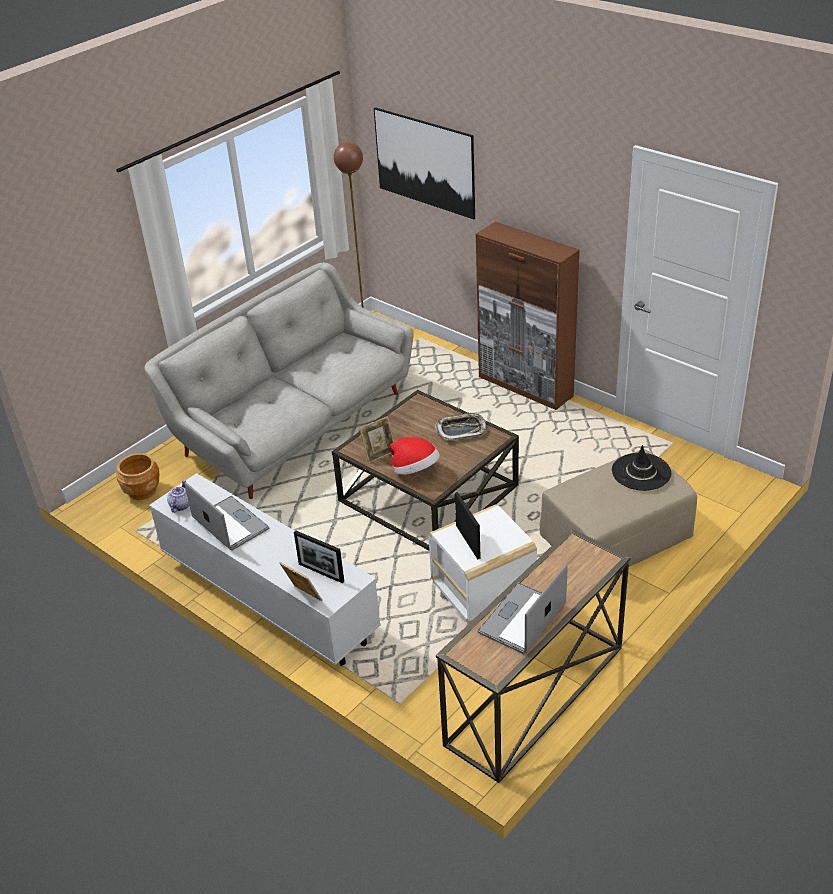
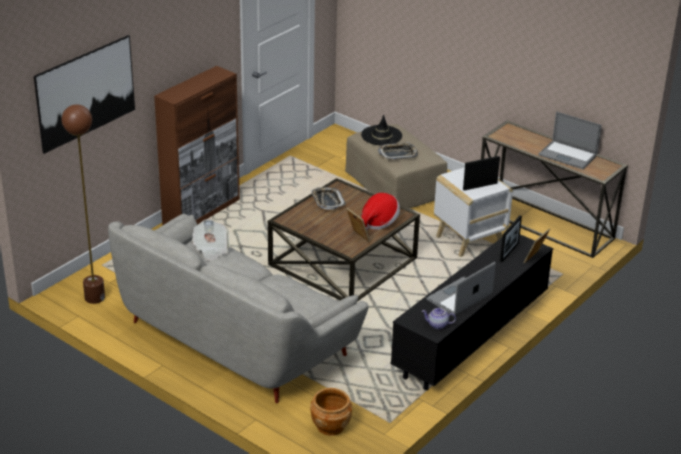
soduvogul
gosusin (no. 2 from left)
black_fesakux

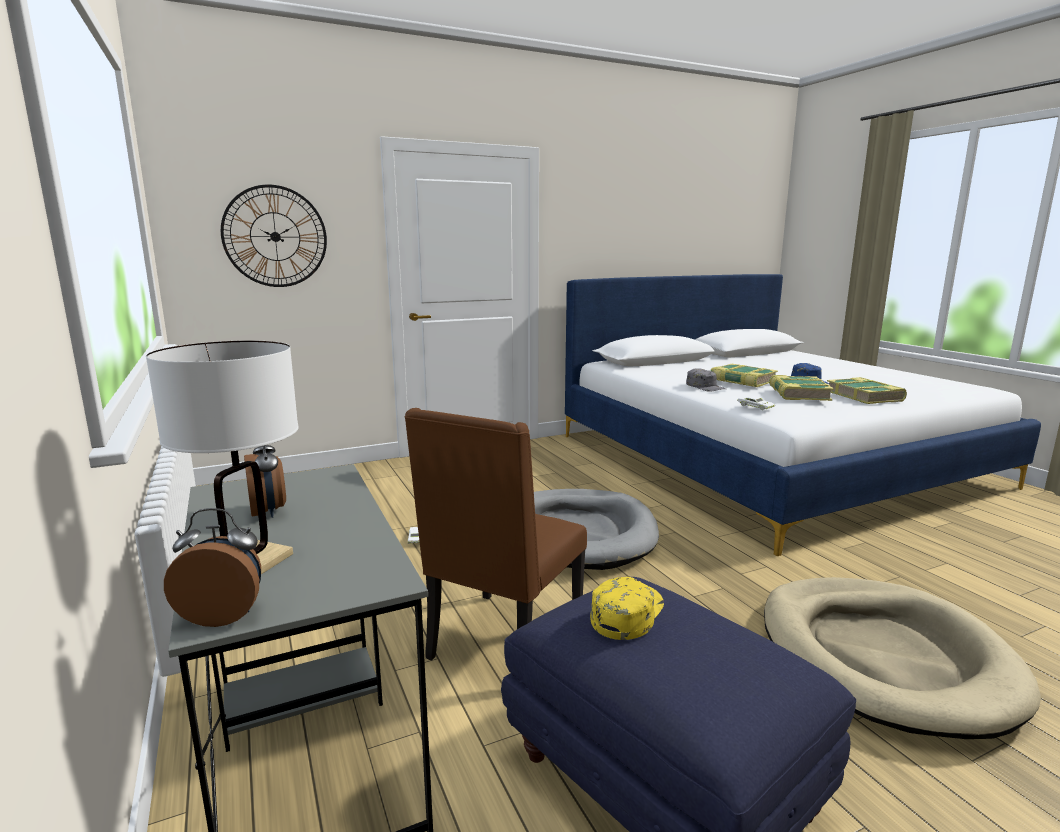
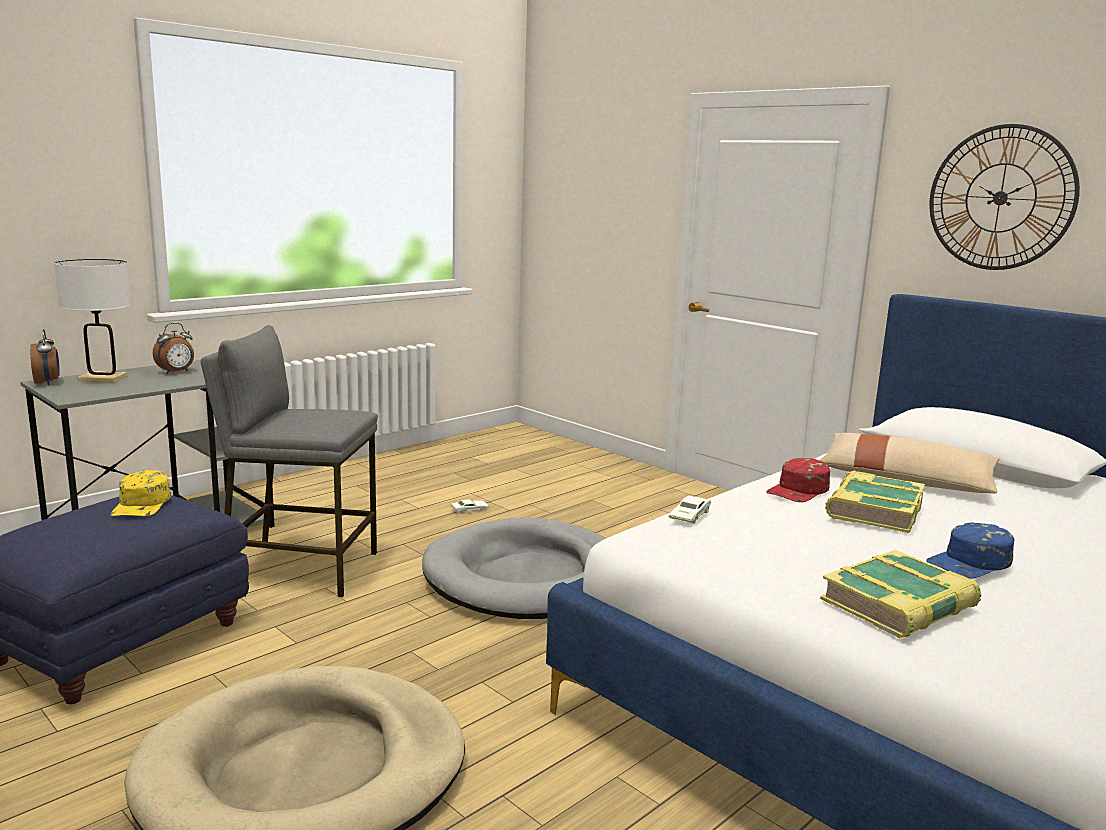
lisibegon (no. 2 from left in the first image)
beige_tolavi
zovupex
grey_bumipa
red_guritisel
yellow_guritisel

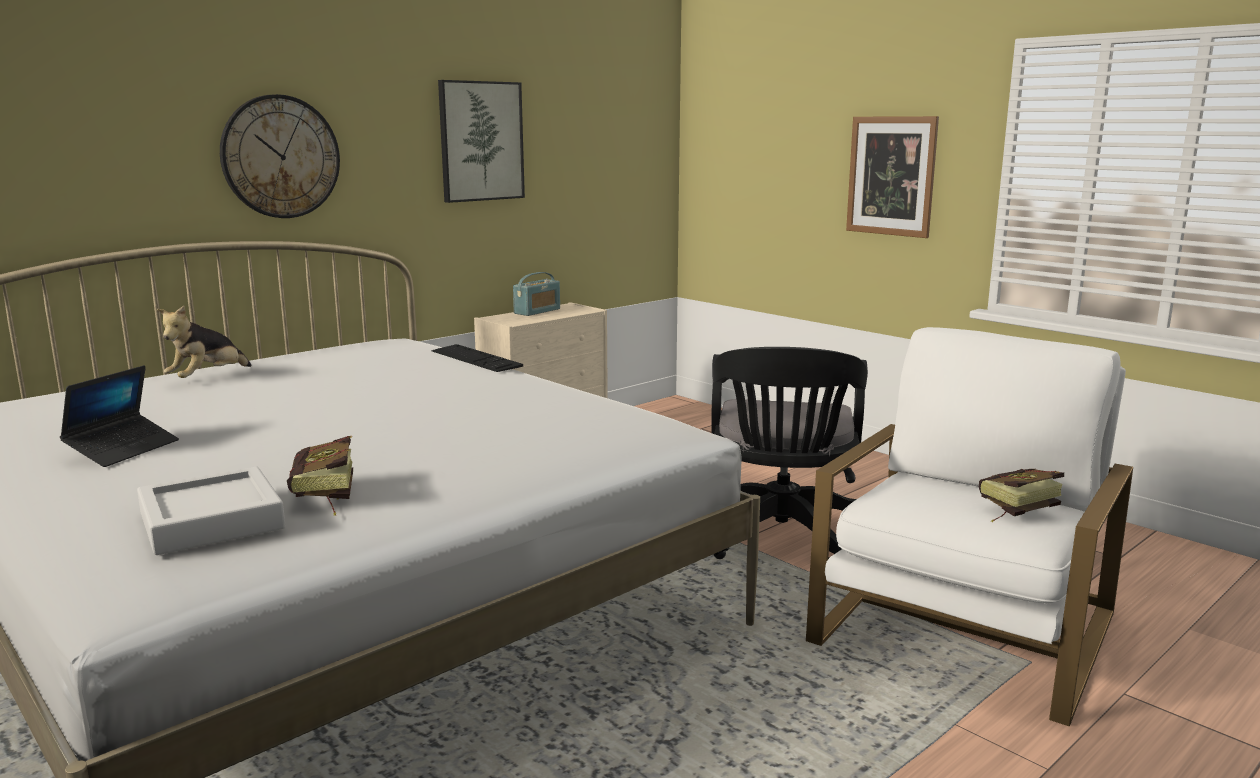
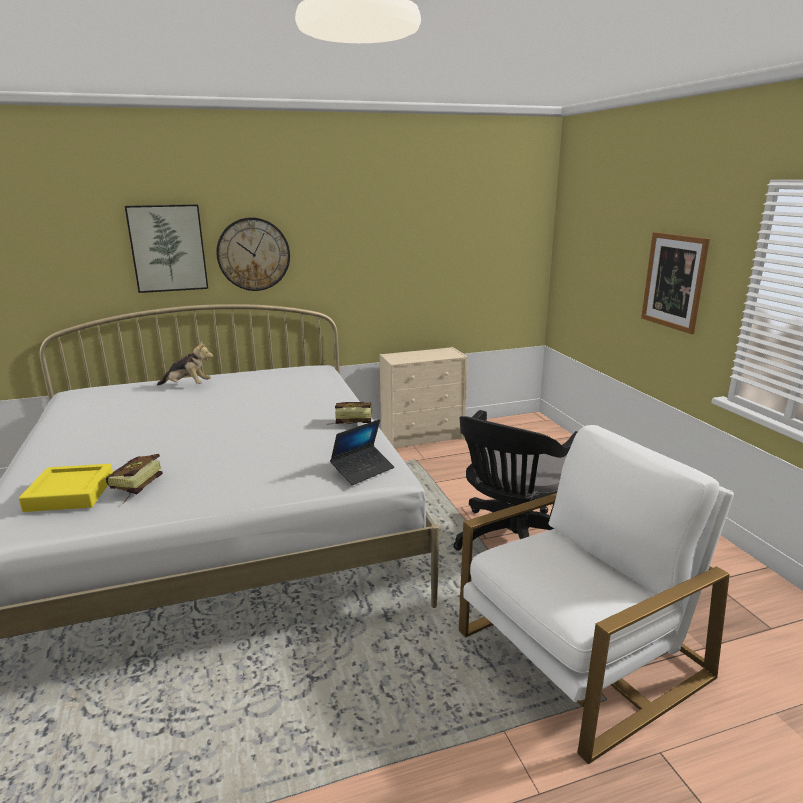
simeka
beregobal
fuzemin
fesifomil (no. 1 from left)
lisibegon (no. 2 from left)
yellow_gosusin
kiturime

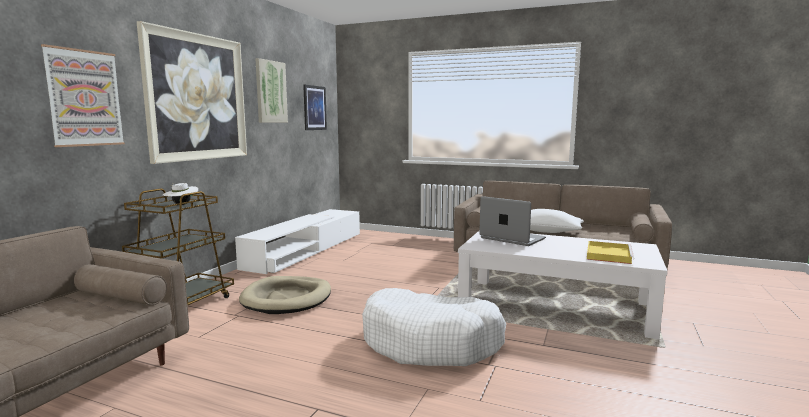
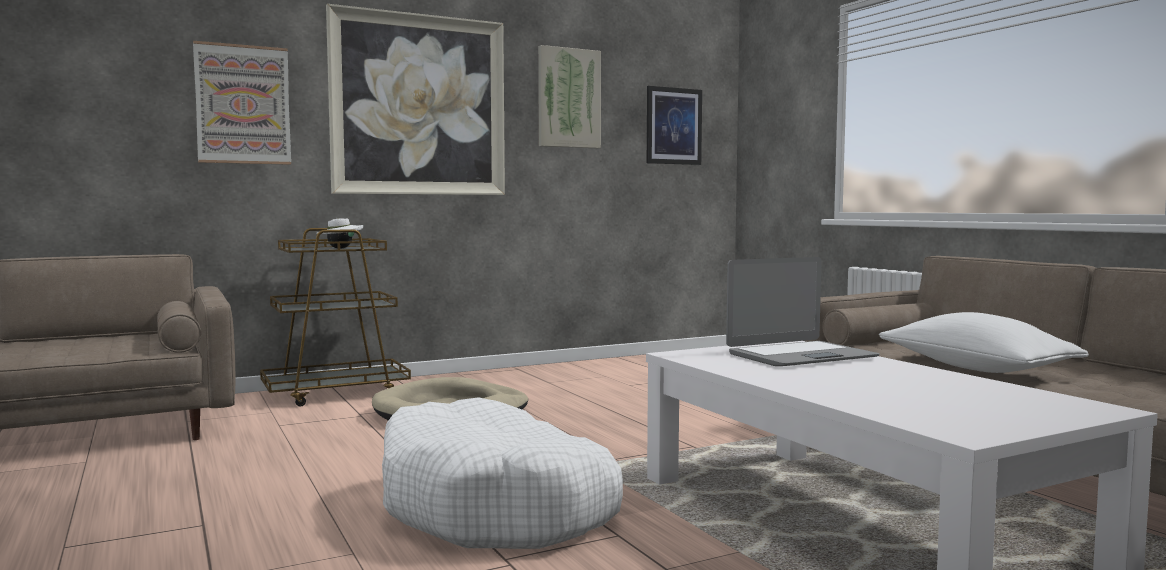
white_fesakux
yellow_gosusin
fuzemin

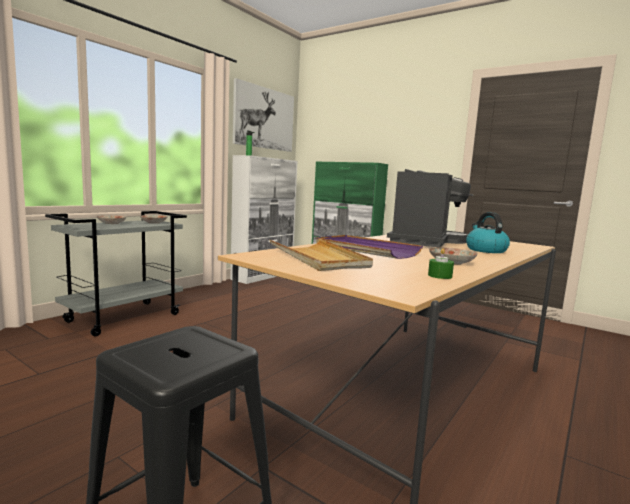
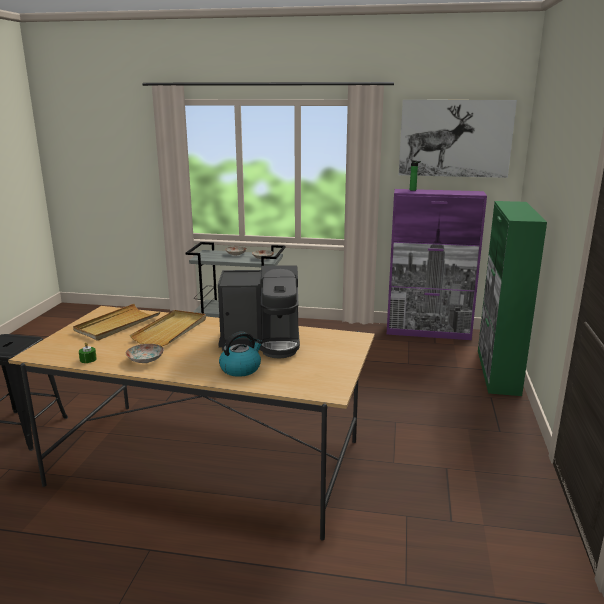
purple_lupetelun
beige_gosusin (no. 2 from left)

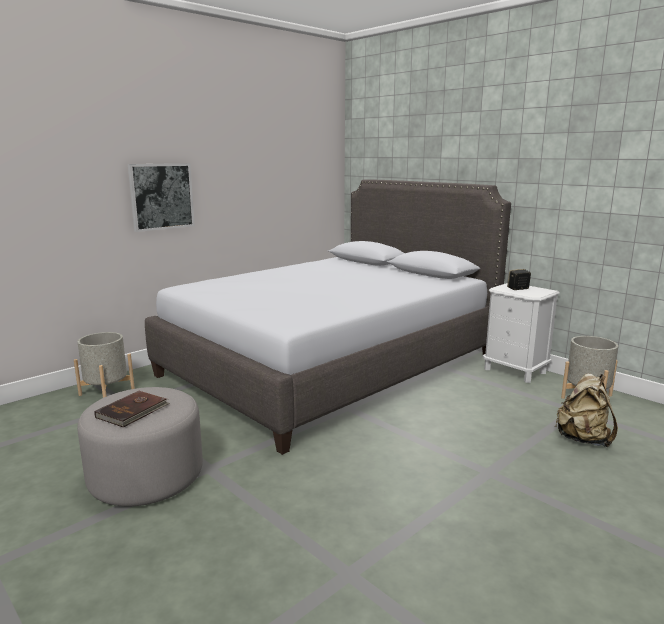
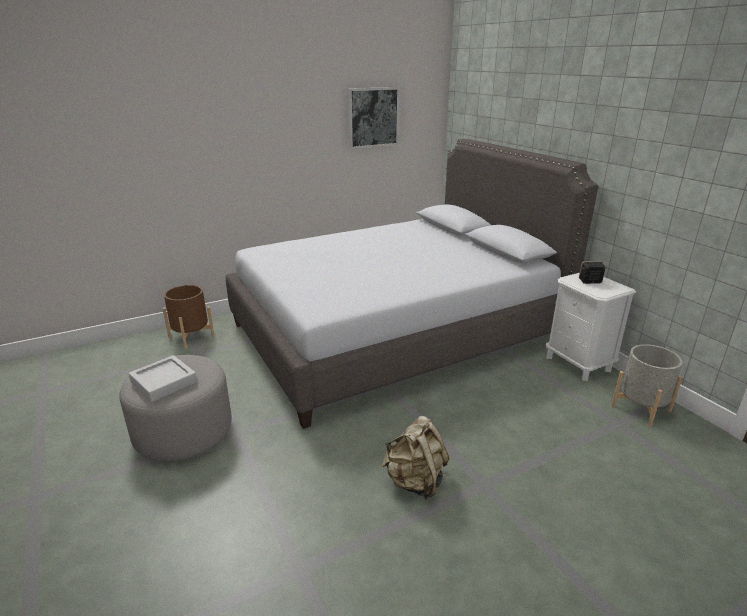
fesifomil
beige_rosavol
grey_gosusin
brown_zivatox

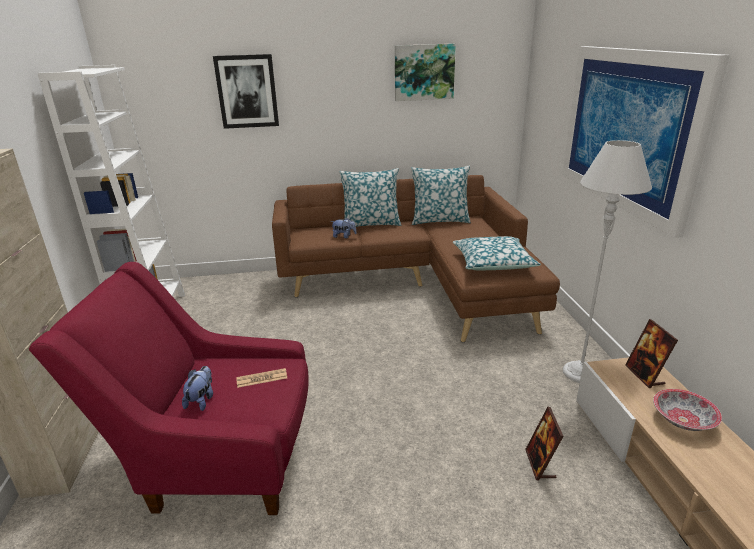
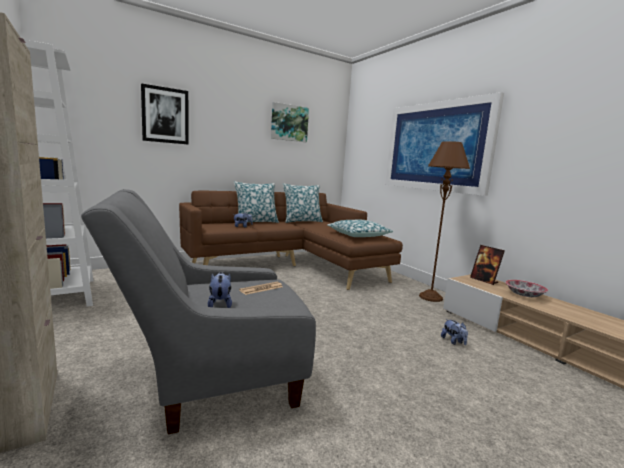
kiturime (no. 3 from left)
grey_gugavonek
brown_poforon

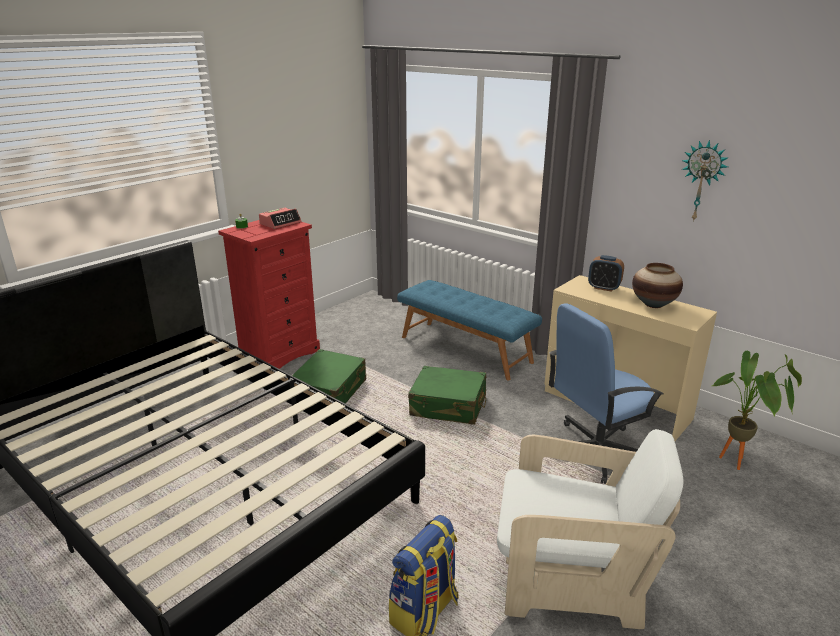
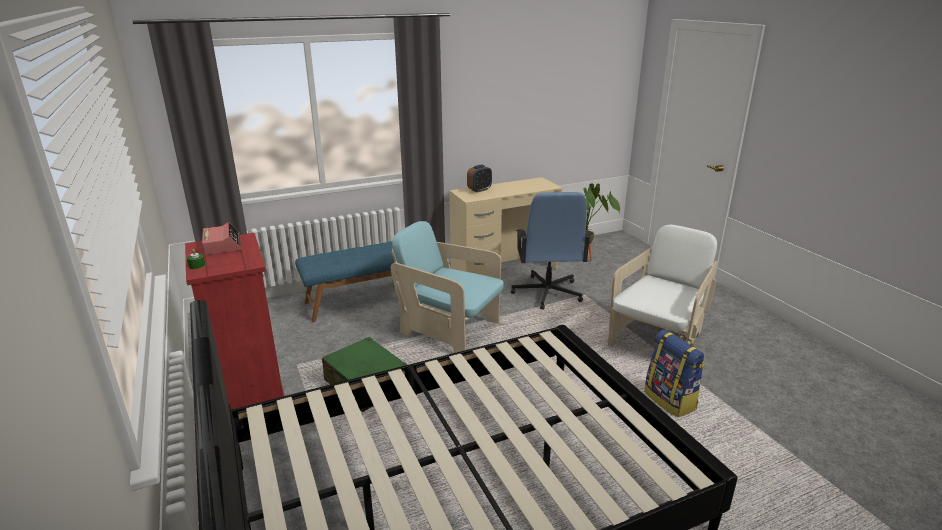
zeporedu
zovupex
turquoise_gugavonek

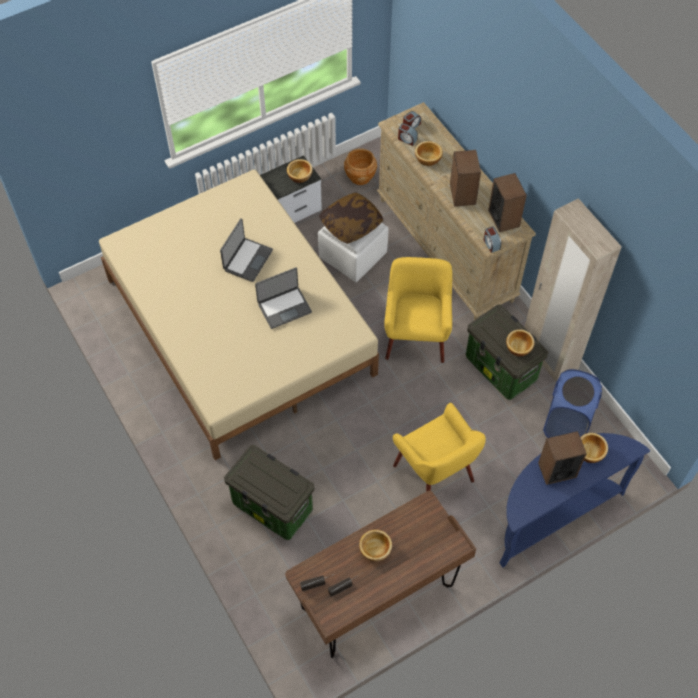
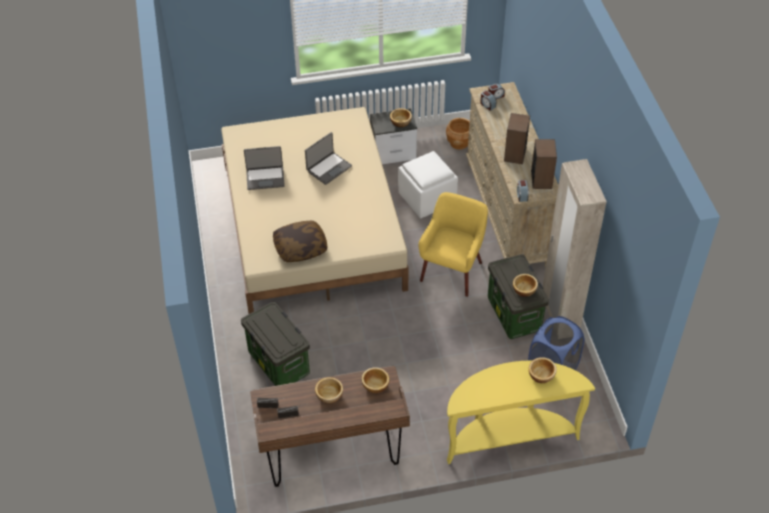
yellow_gugavonek (no. 2 from left in the first image)
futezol (no. 3 from left in the first image)
fuzemin (no. 1 from left)
tolavi
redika (no. 2 from left)
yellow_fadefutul

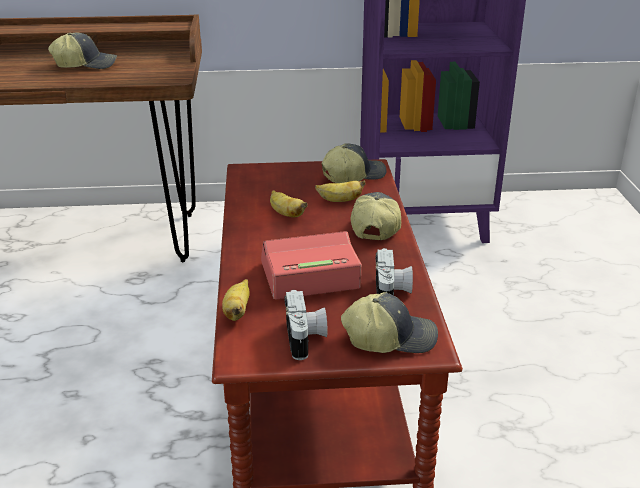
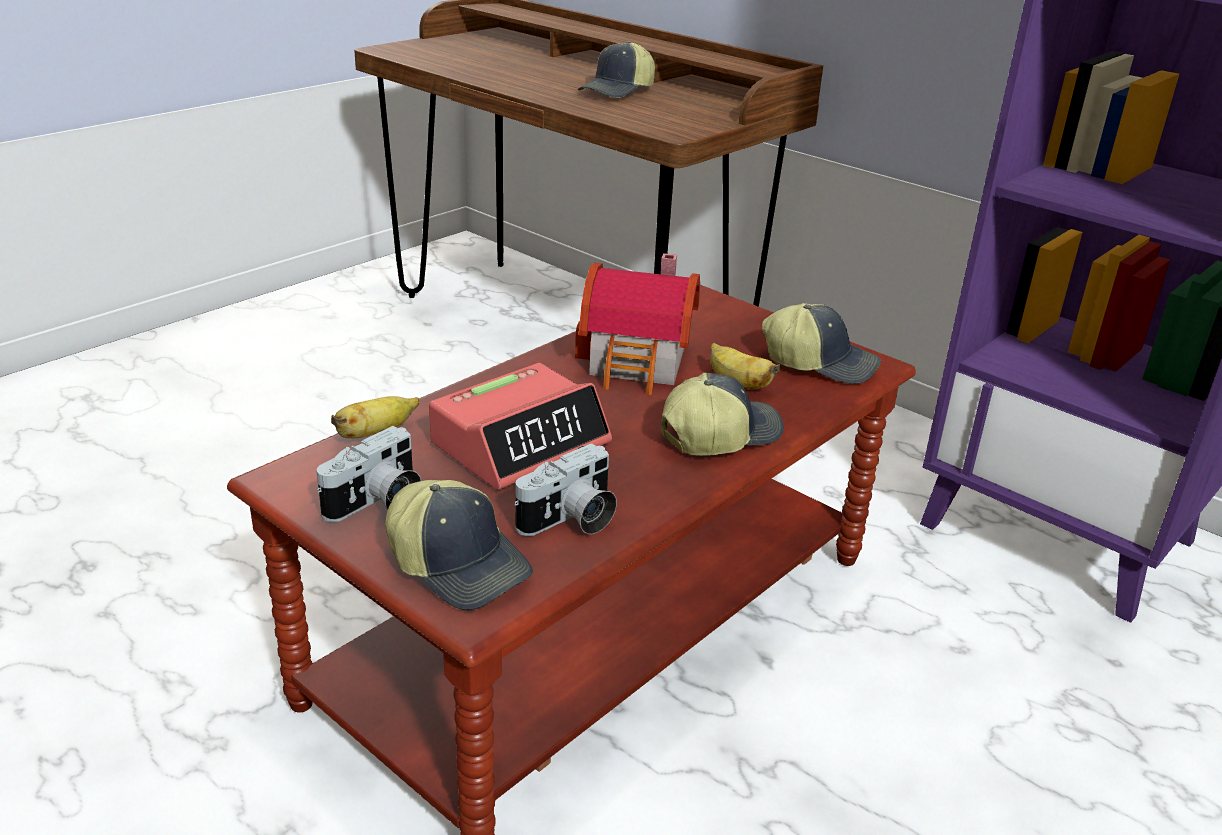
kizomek
guritisel (no. 2 from left)
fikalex

